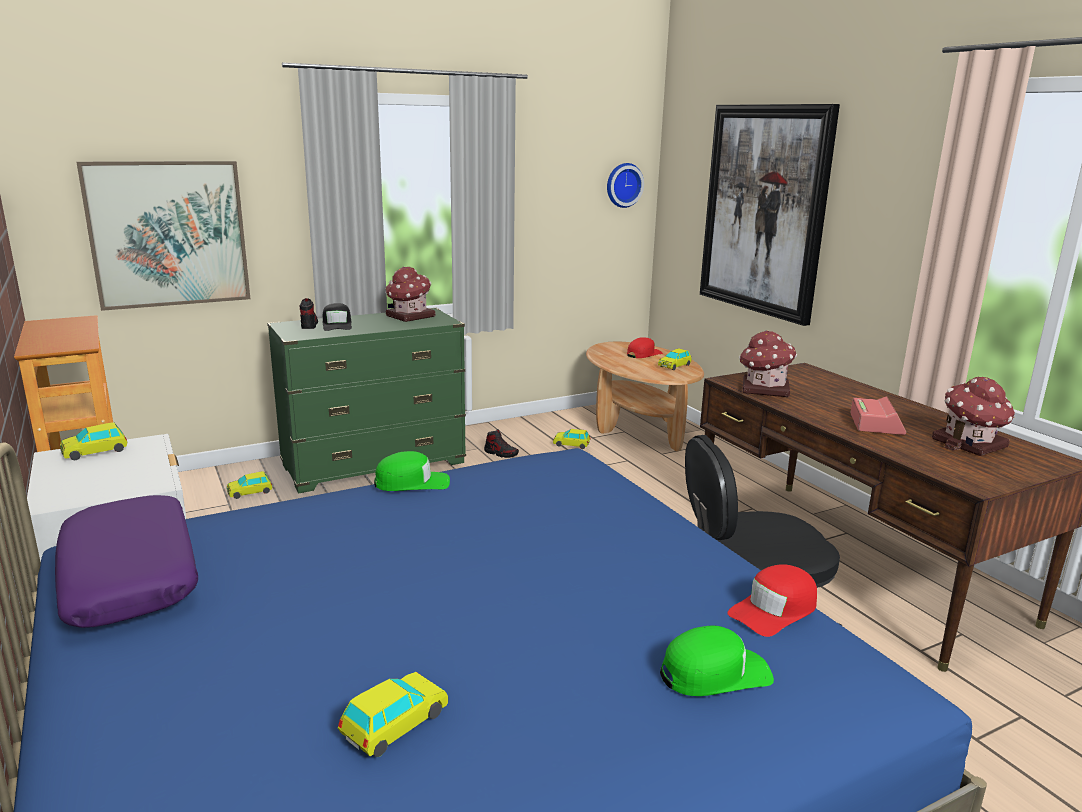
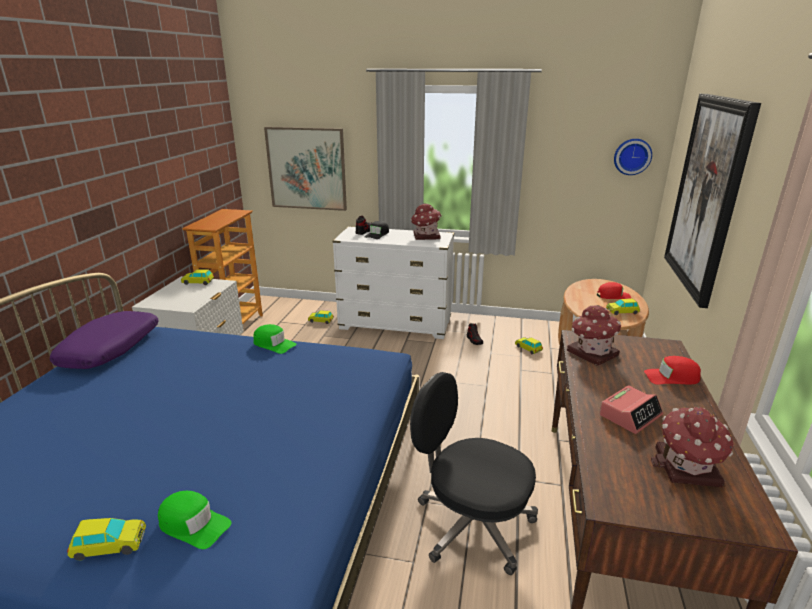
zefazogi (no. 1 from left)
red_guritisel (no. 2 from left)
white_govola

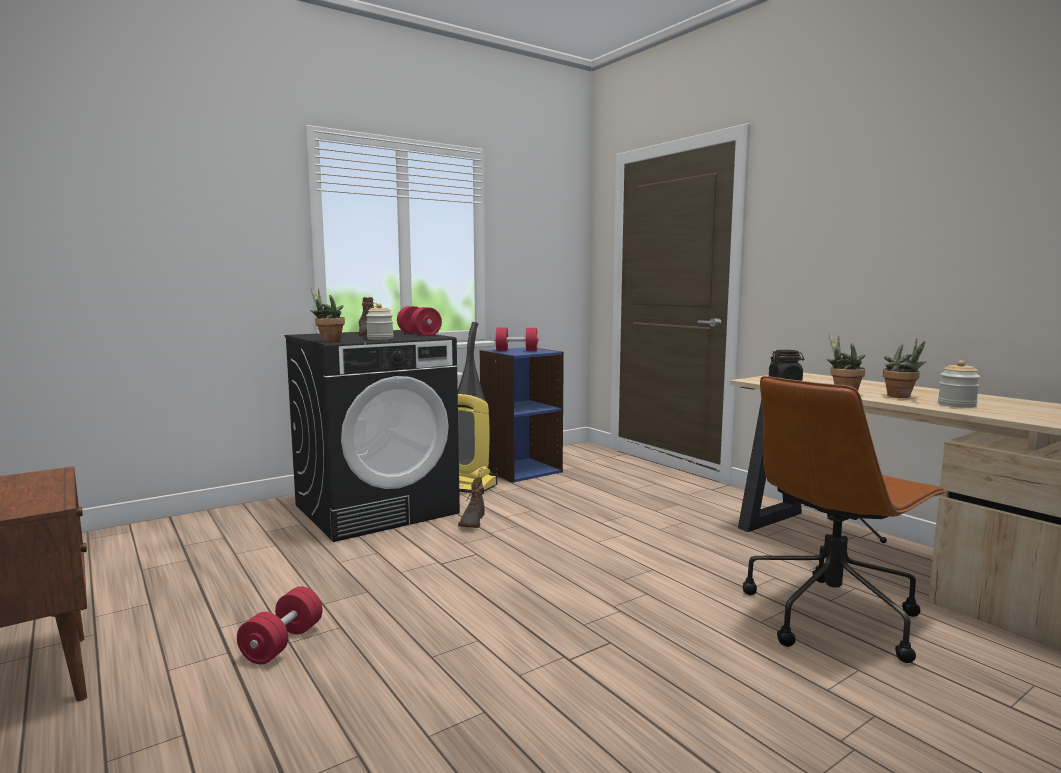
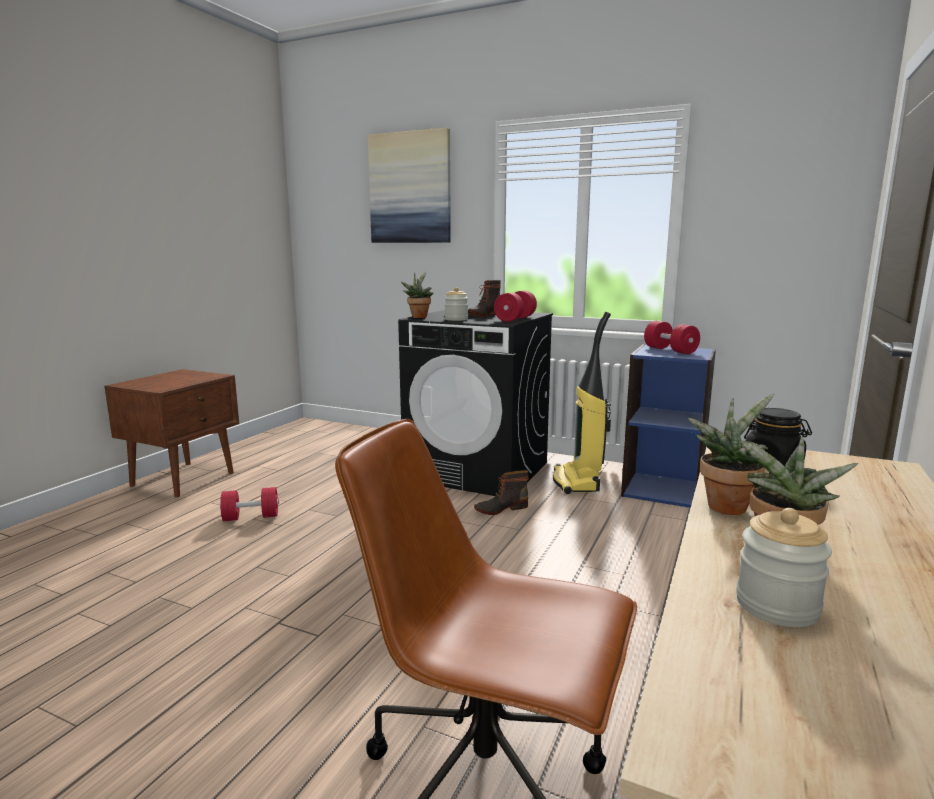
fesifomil

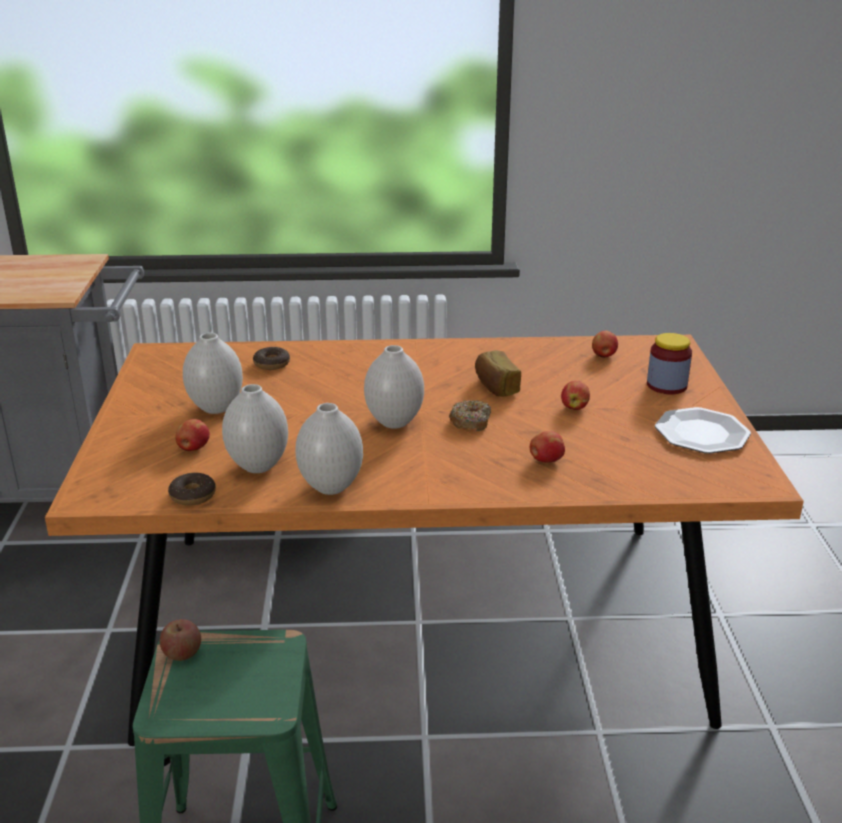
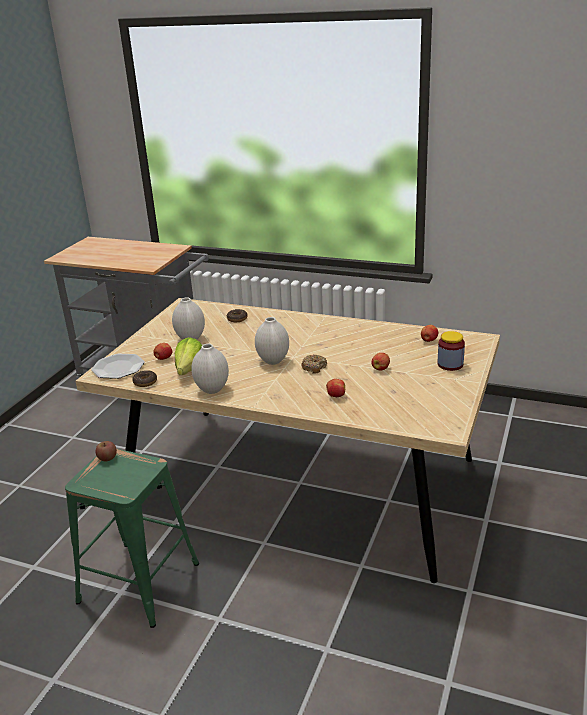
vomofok
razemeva
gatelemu
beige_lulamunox

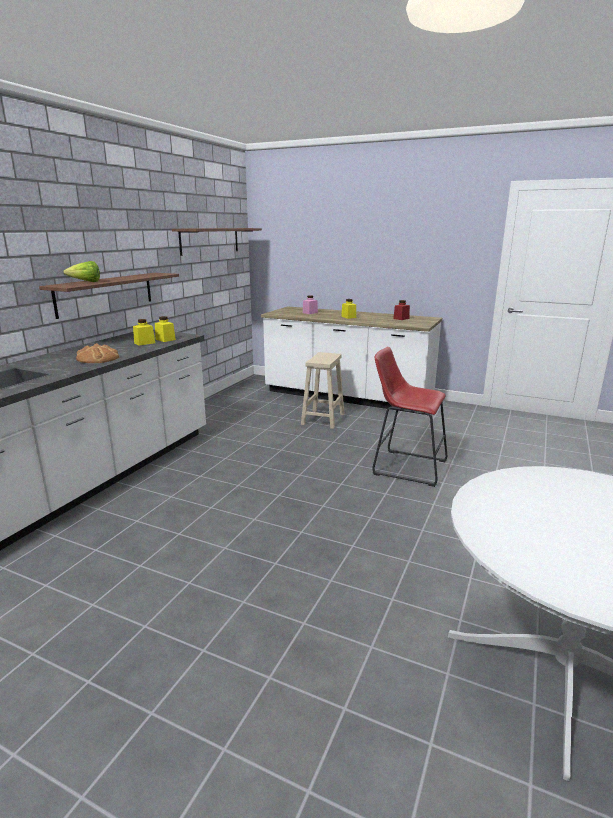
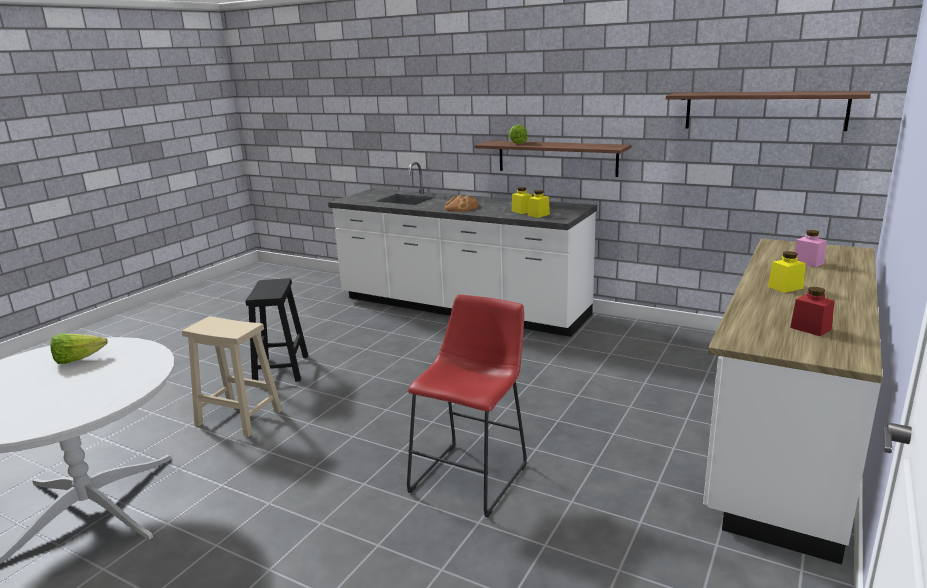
gatelemu (no. 1 from left)
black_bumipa
beige_bumipa

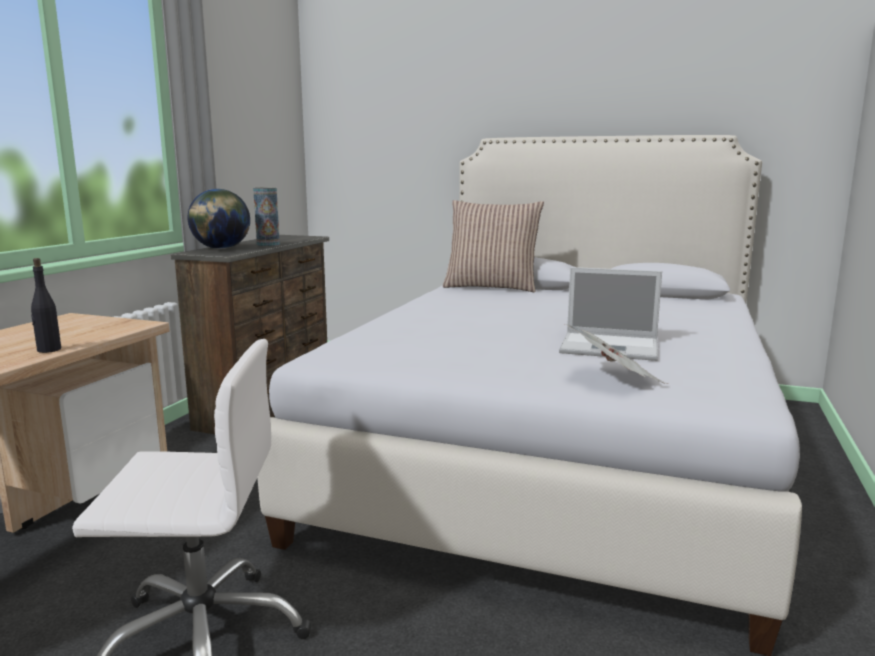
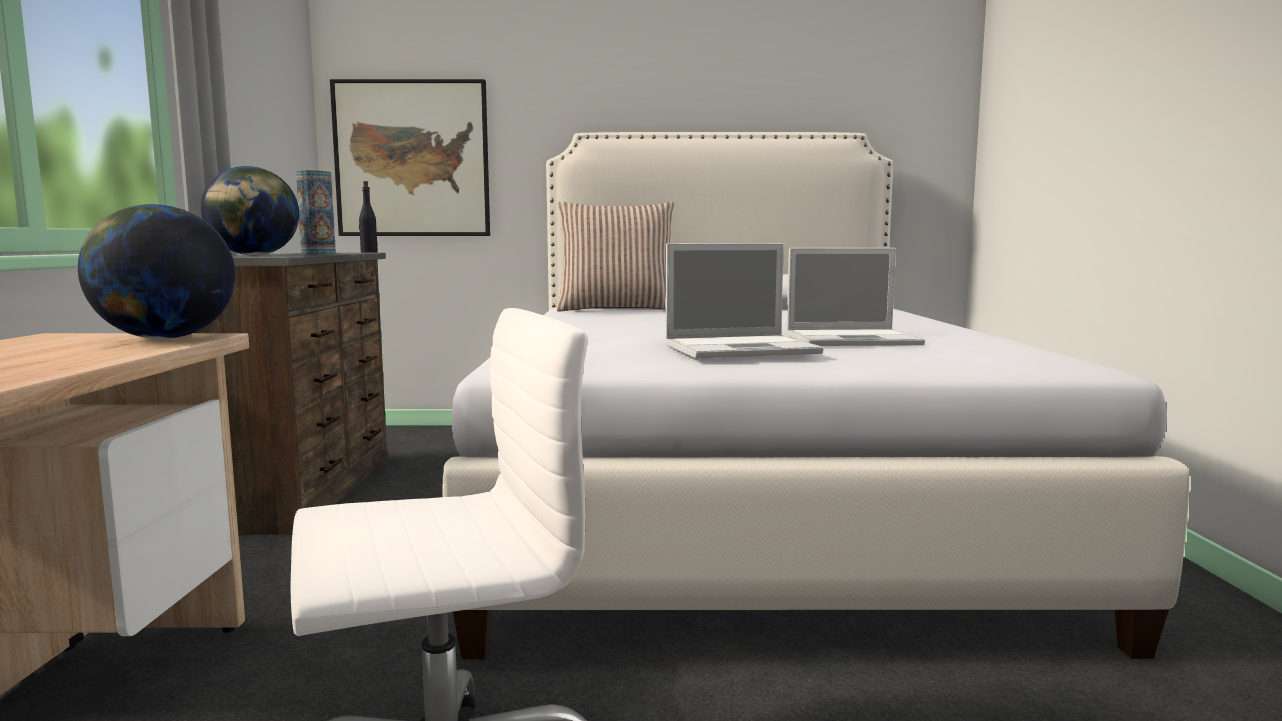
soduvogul
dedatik (no. 1 from left)
fesifomil
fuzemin (no. 1 from left)
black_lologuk

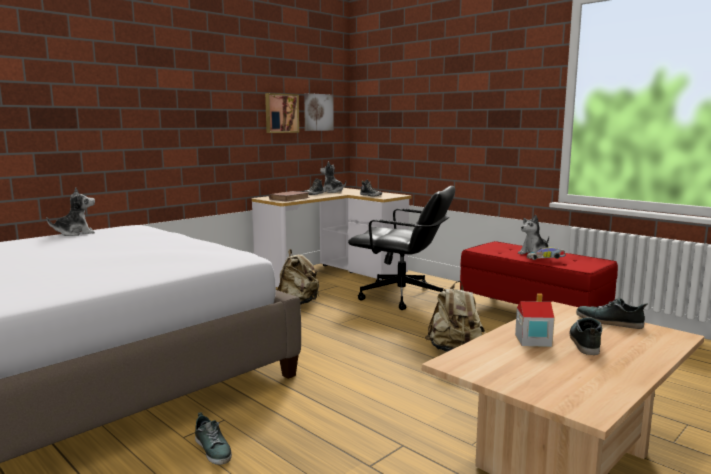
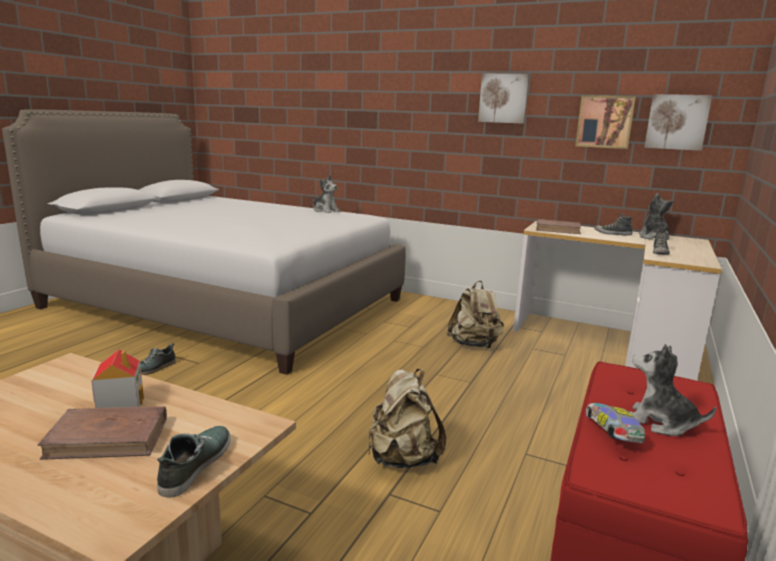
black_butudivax
fesifomil (no. 1 from left)
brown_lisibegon (no. 1 from left)

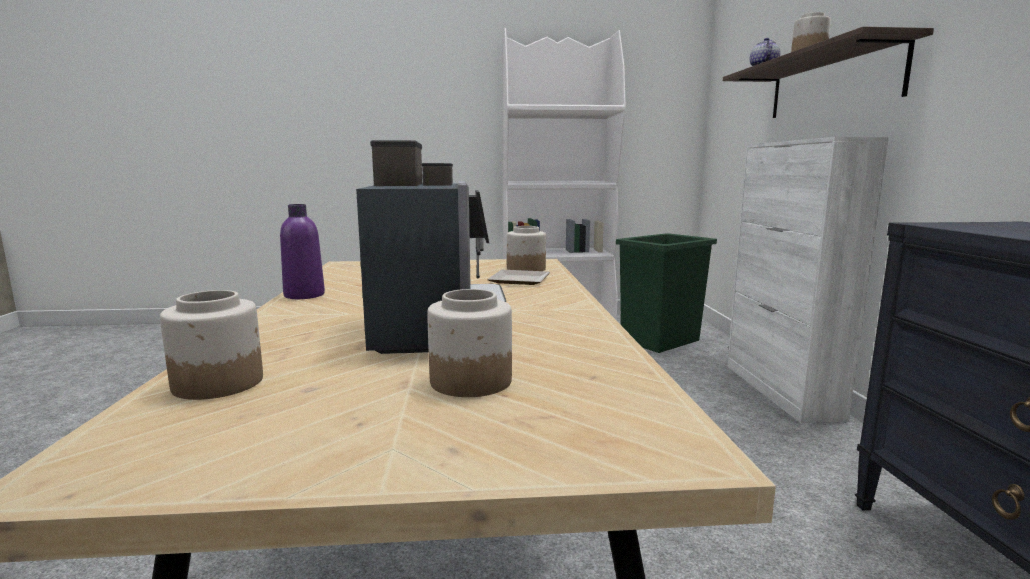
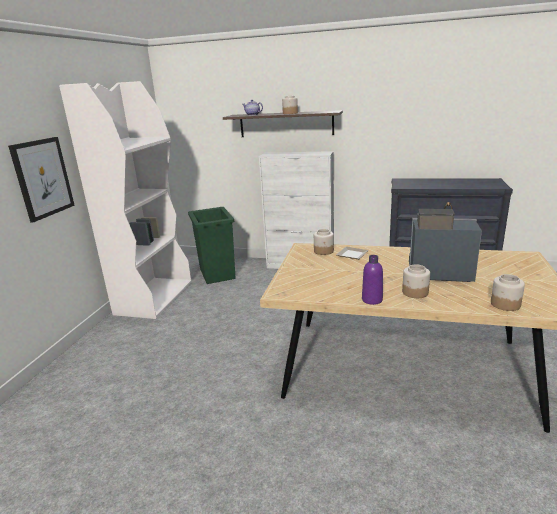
fesifomil
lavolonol (no. 3 from left)

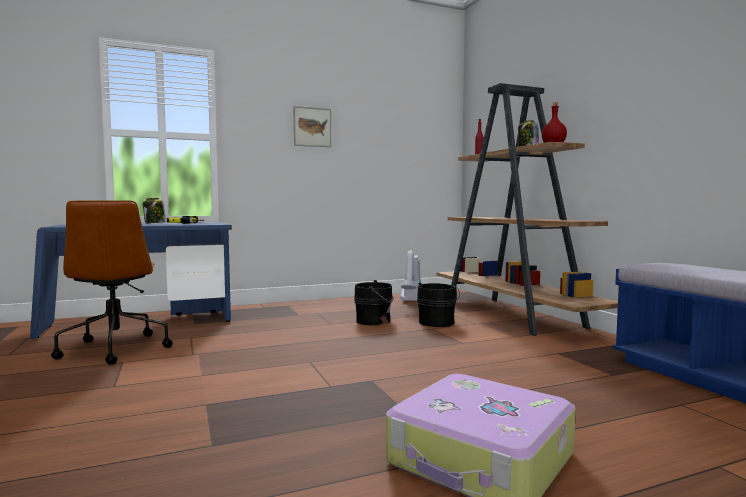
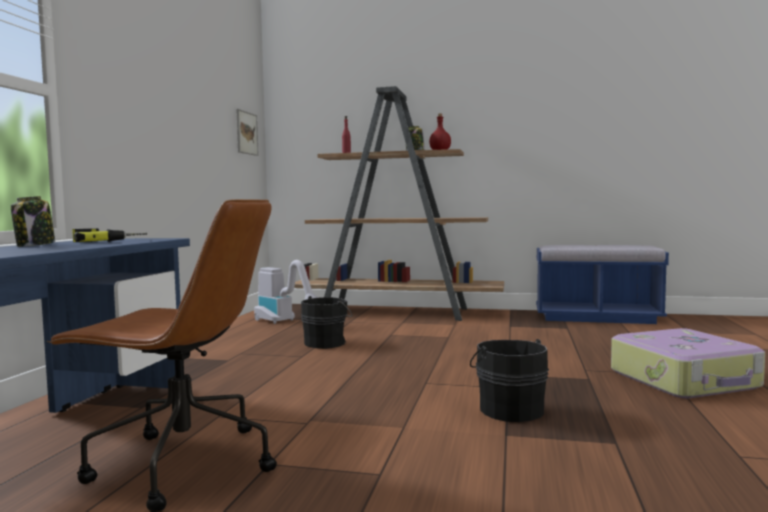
fesifomil
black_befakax (no. 2 from left)

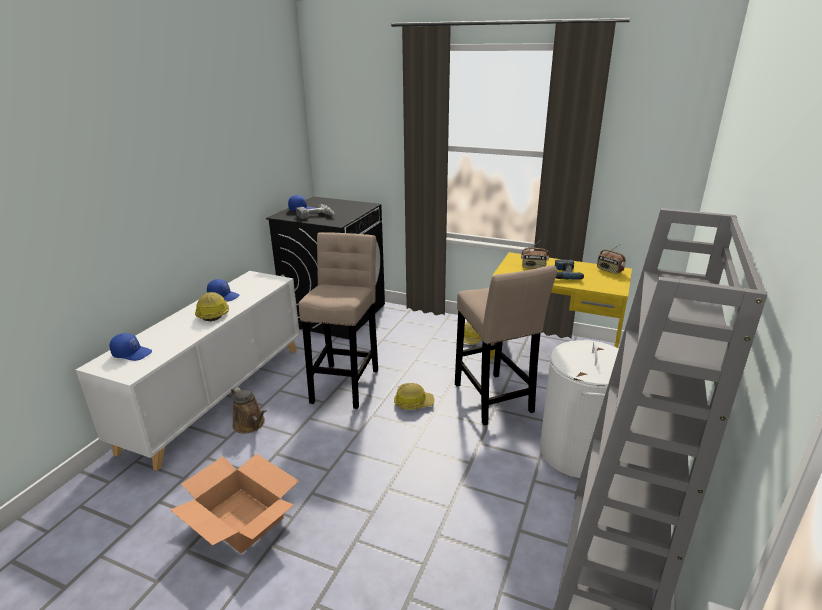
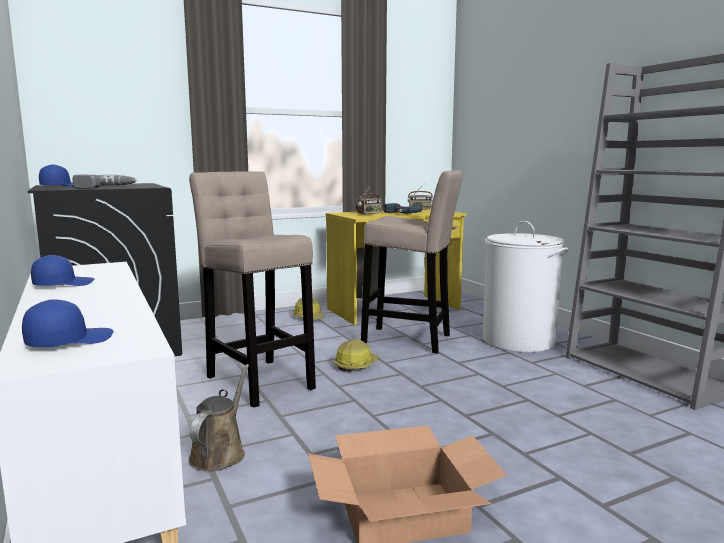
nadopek (no. 1 from left in the first image)
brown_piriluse

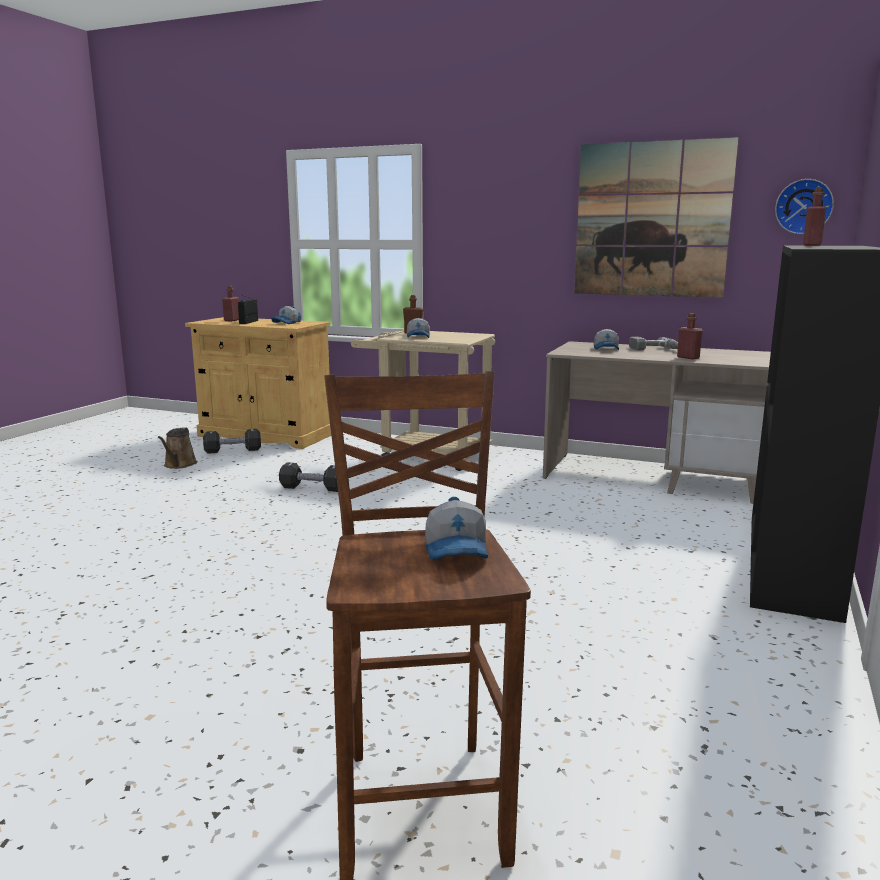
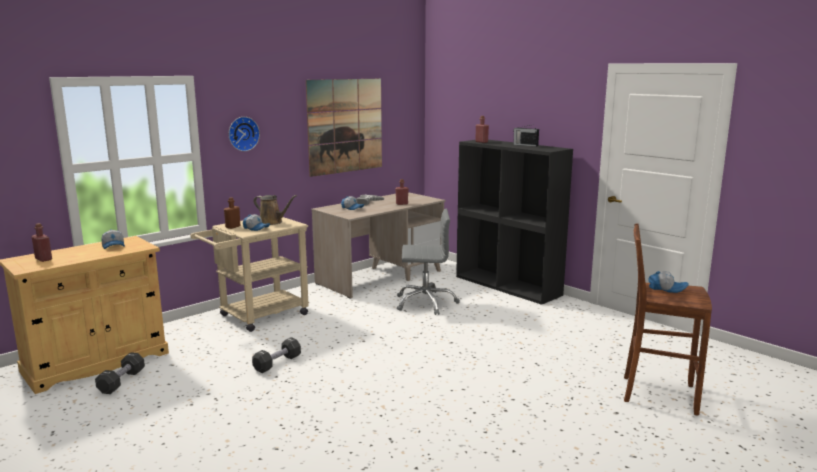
grey_butudivax
brown_piriluse
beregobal
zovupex

